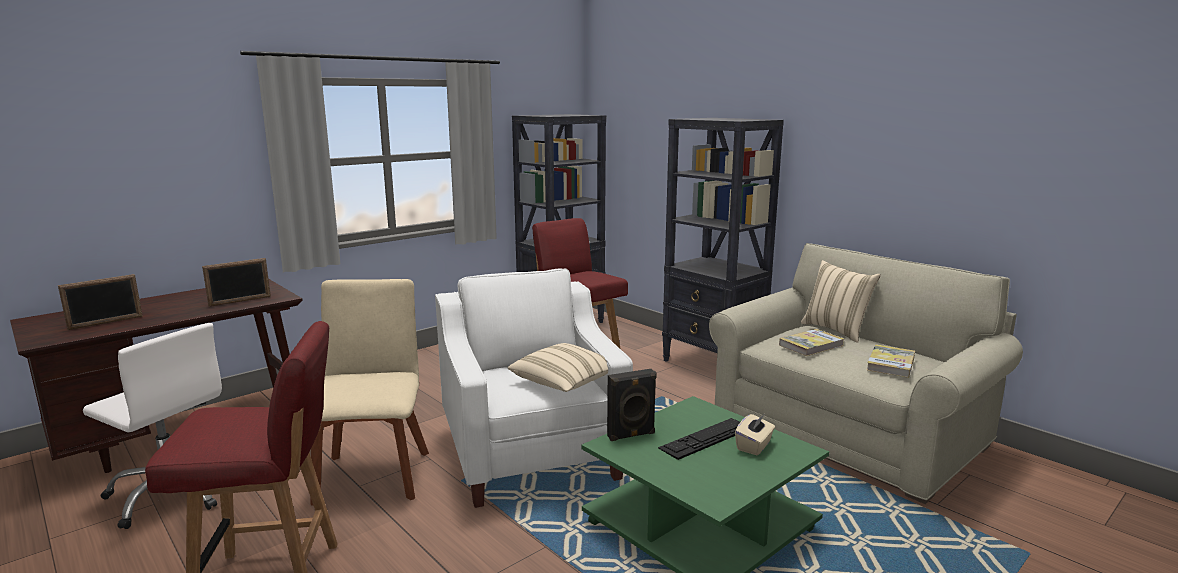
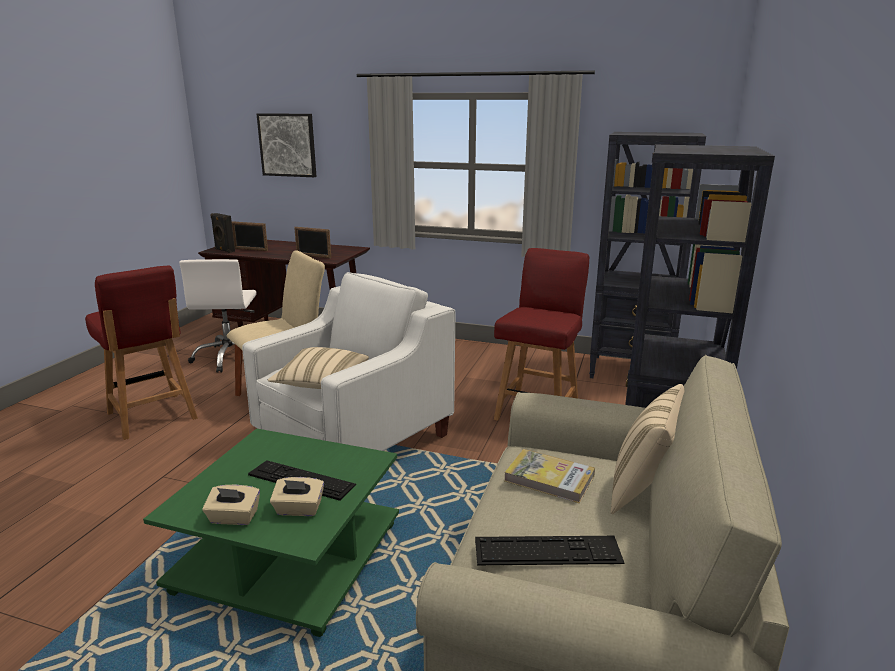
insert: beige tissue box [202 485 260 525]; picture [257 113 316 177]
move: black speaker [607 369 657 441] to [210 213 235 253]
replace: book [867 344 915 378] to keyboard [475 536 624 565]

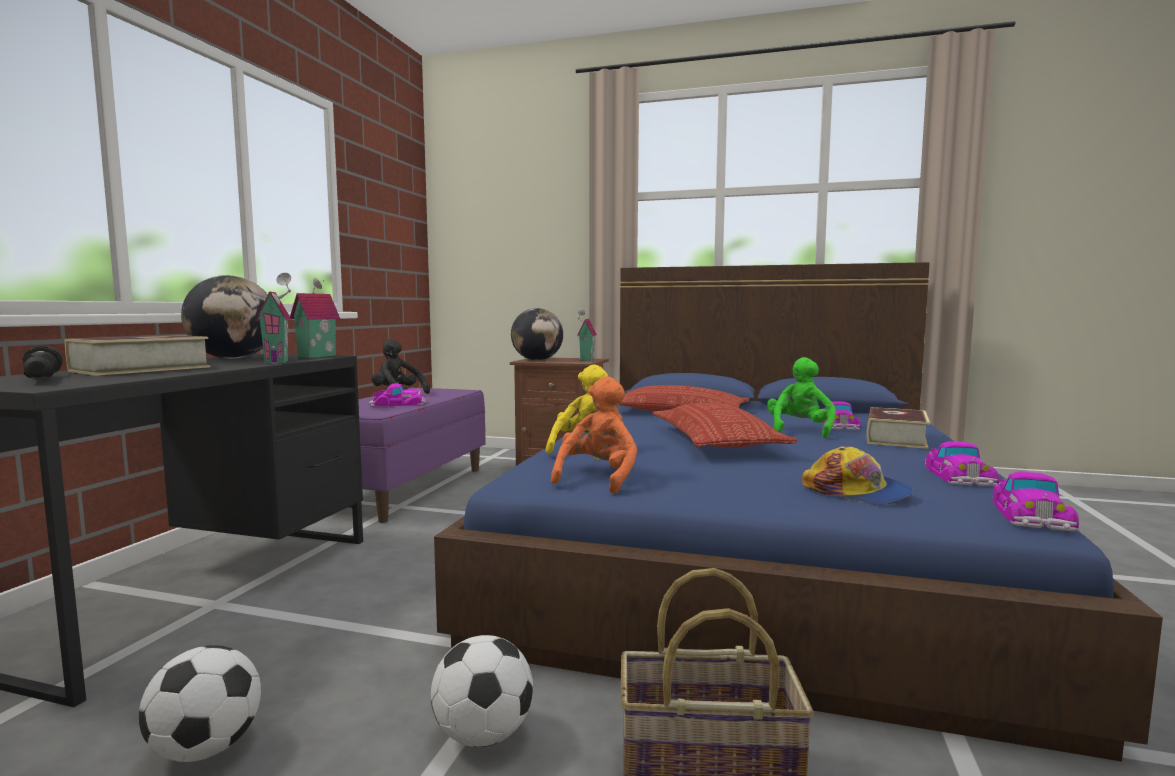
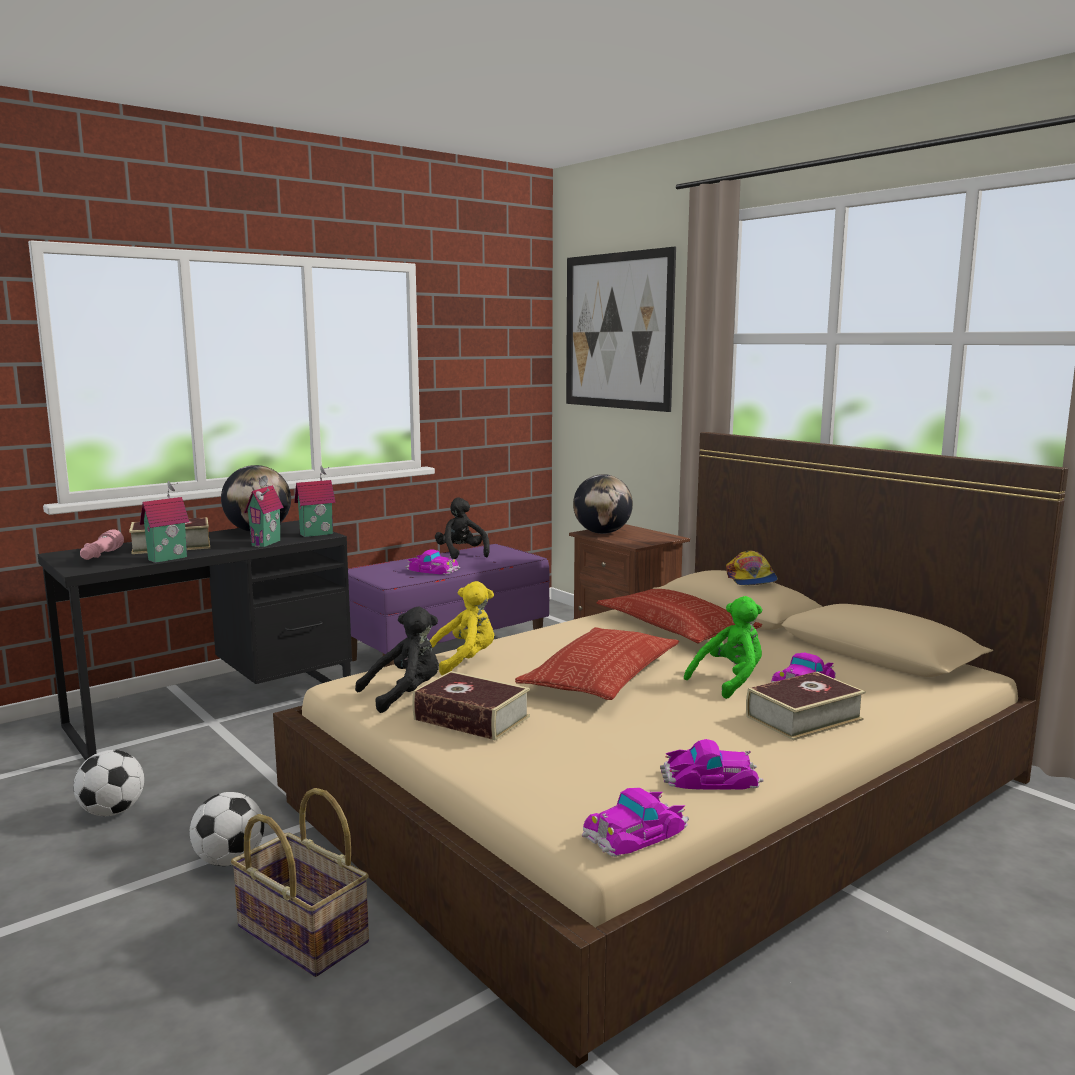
insert: book [413 671 530 740]; picture [566 247 676 412]
move: toy house [577 308 597 361] to [140 481 189 563]; cap [802 446 914 505] to [726 551 778 586]
recolor: black flashlight [22 346 63 378] to pink flashlight [80 529 124 560]; blue bed [434 262 1163 761] to beige bed [273 432 1068 1068]; orange plush toy [550 376 637 494] to black plush toy [355 607 439 713]
rotate: toy car [925 441 999 486] = [660 739 764 790] 135 degrees counterclockwise

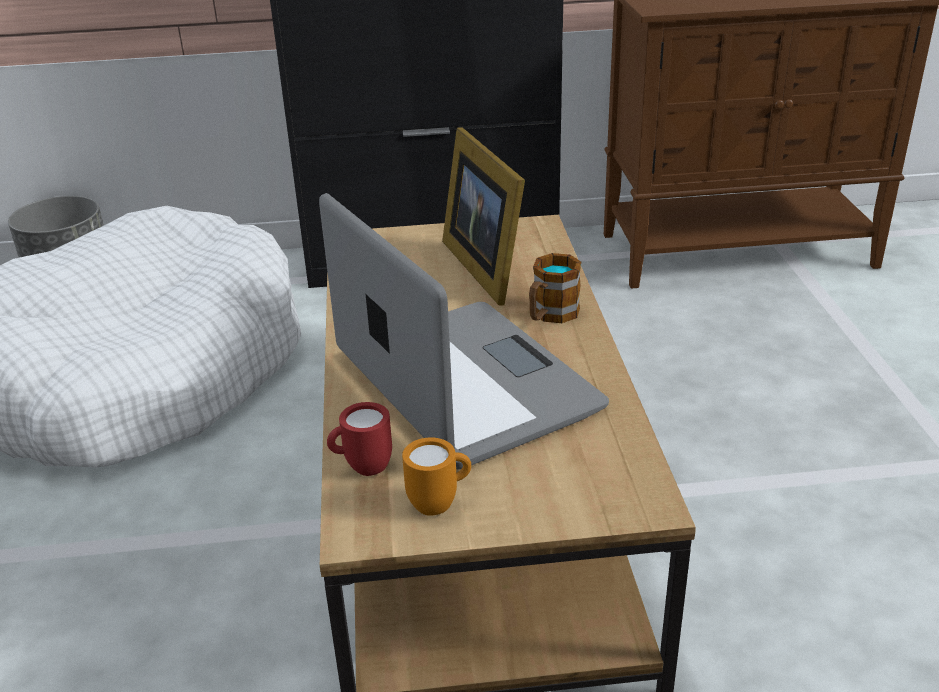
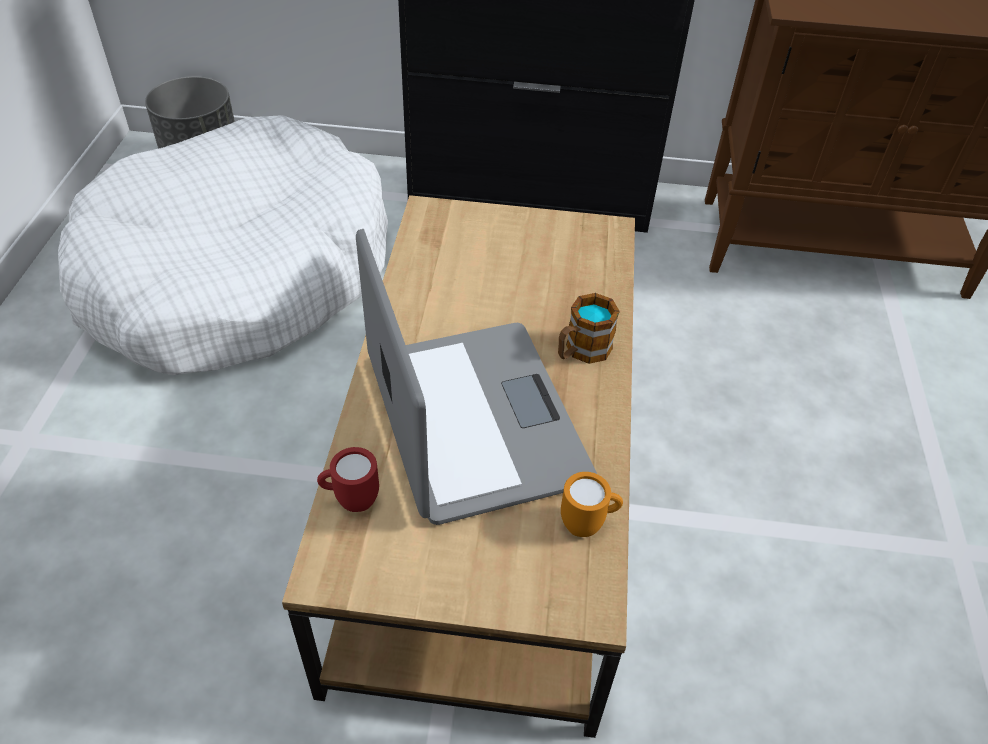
delete: picture frame [442 127 525 306]
move: orange mug [402 437 471 516] to [561 472 623 537]

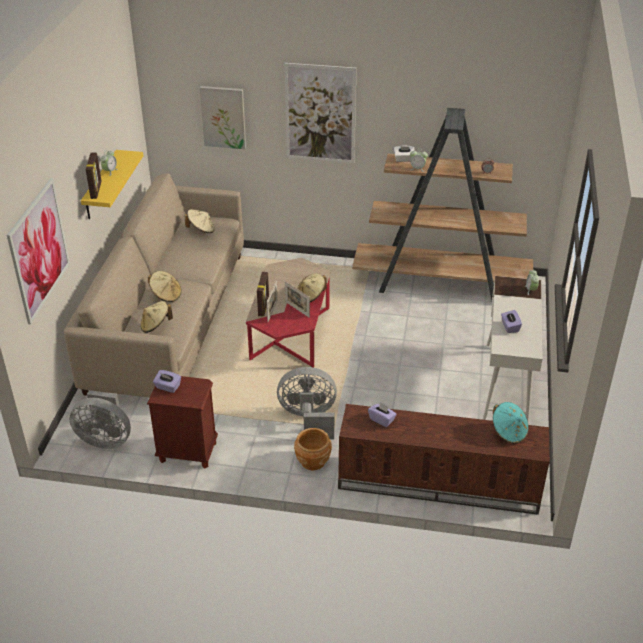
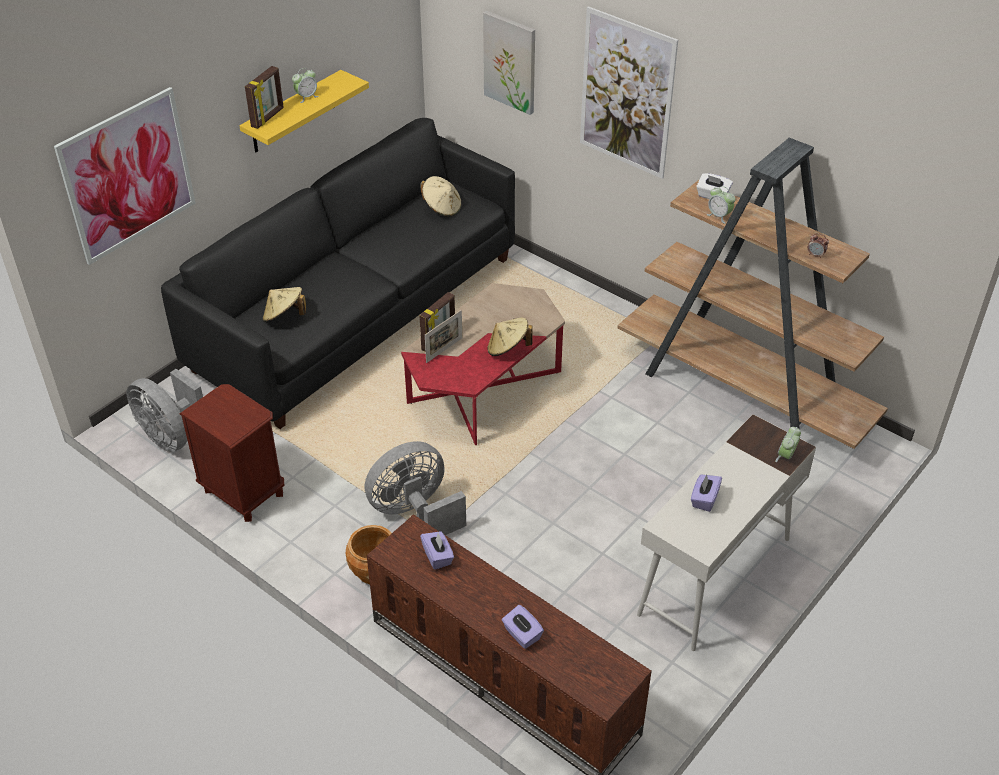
delete: beige hat [148 271 181 302]; picture frame [285 281 310 318]; turquoise hat [493 402 529 444]
move: purple tissue box [153 370 181 393] to [502 605 544 649]
recolor: beige sofa [64 174 244 398] to black sofa [161 118 515 429]
rotate: grey fan [277 367 337 440] = [365 441 466 535] 60 degrees counterclockwise

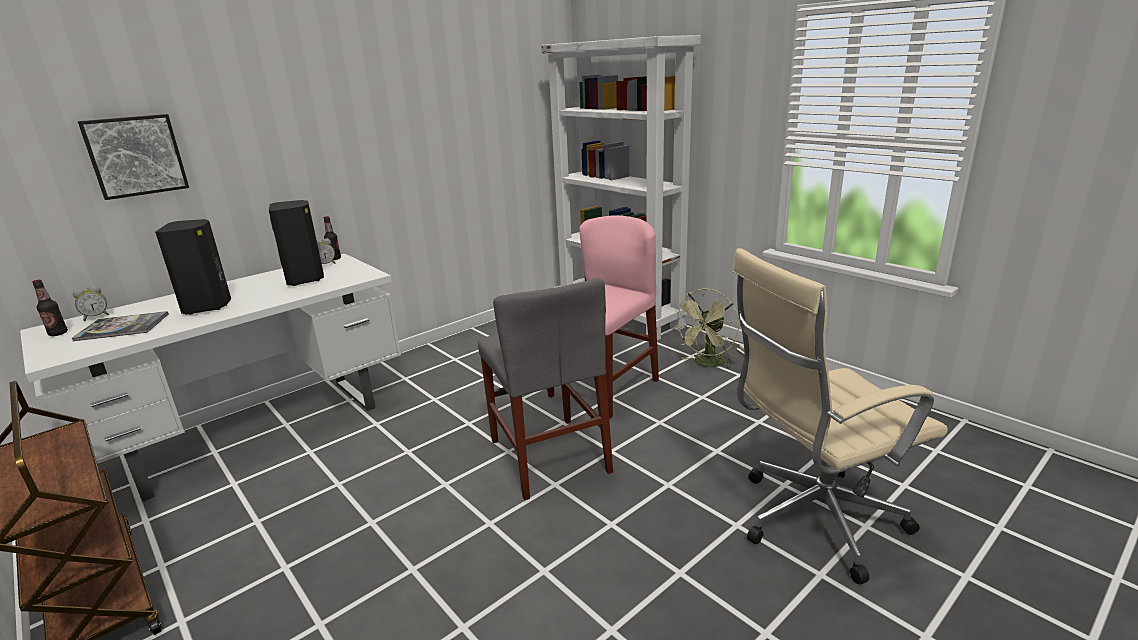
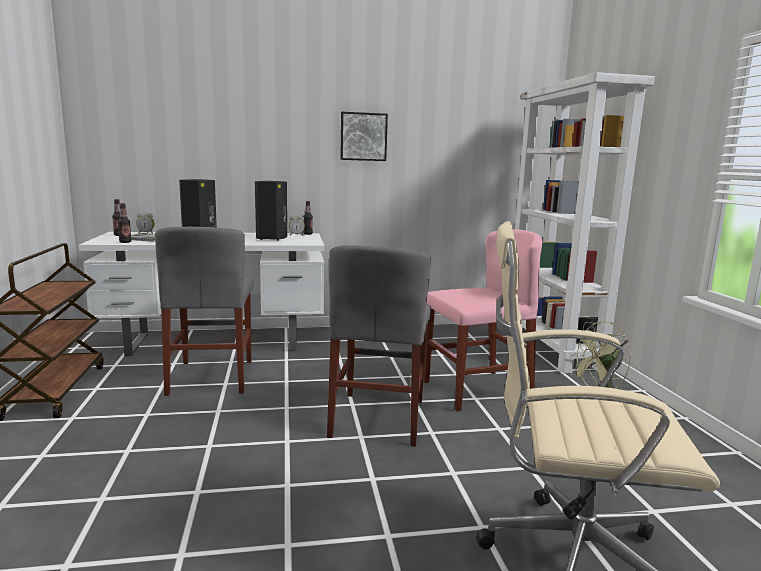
insert: bottle [118 203 132 243]; grey chair [155 227 253 396]
move: picture [78 114 189 200] to [340 112 388 161]

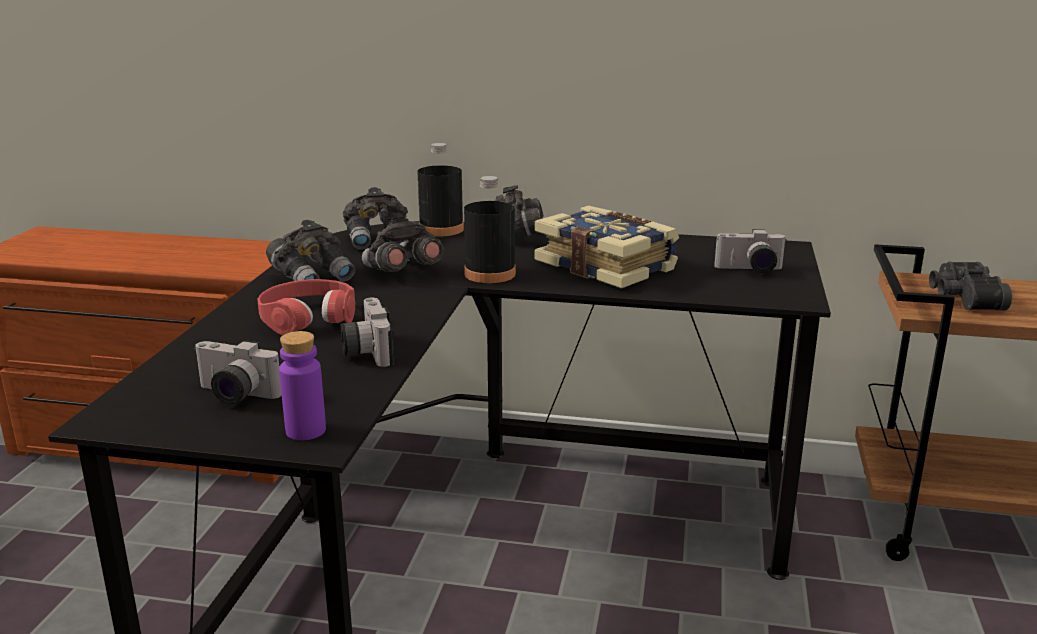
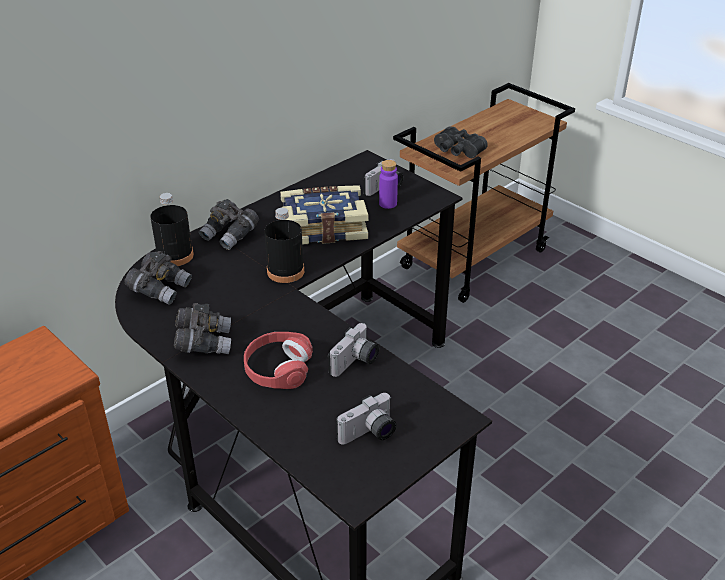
delete: grey binoculars [362 216 444 272]
move: purple bottle [279 331 326 440] to [379 160 398 209]
rotate: photo camera [340 298 395 367] = [327 323 379 377] 75 degrees counterclockwise

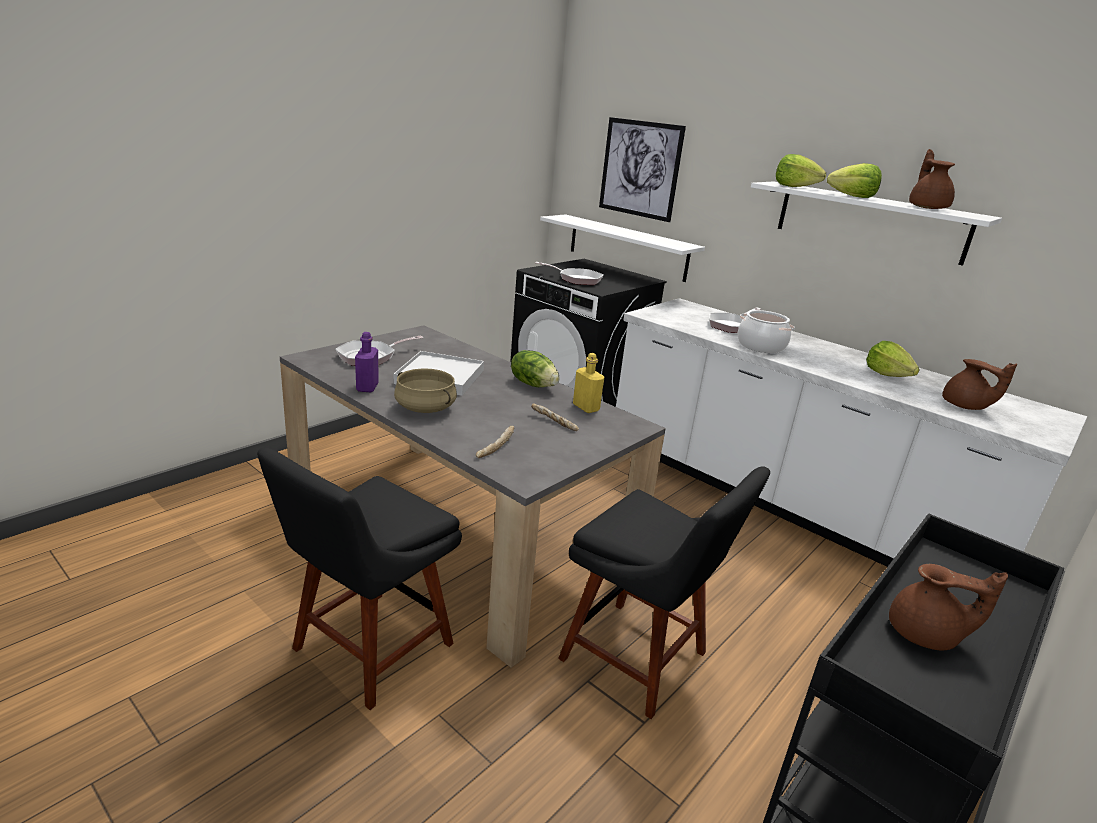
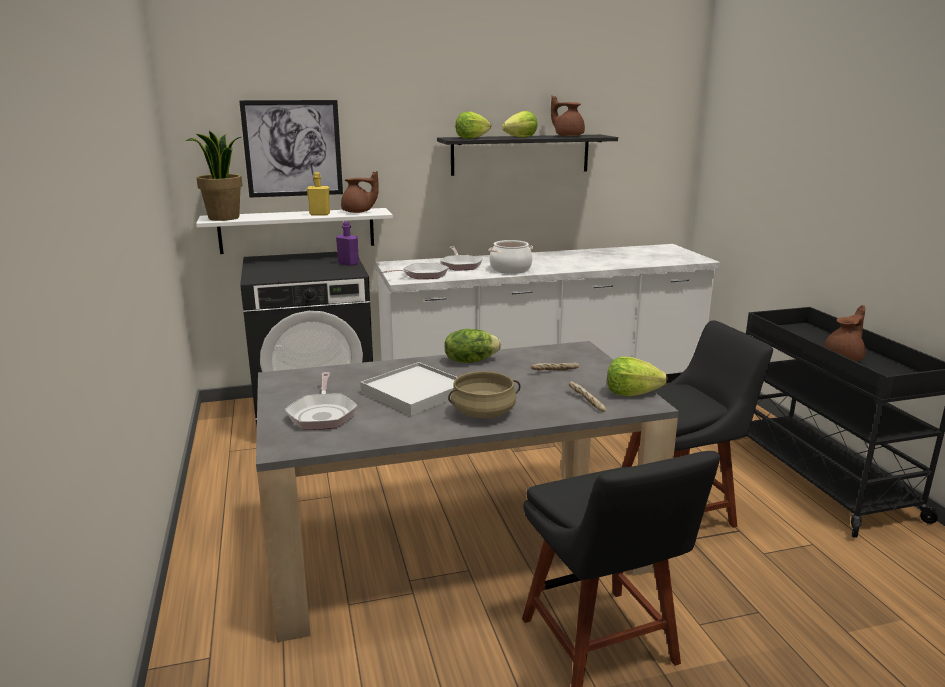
insert: potted plant [185 130 243 221]
move: purple bottle [355 332 379 392] to [336 221 359 266]; frying pan [535 262 604 285] to [380 263 449 279]; yellow bottle [573 353 604 413] to [307 172 330 215]; lettuce [866 341 920 377] to [607 357 668 396]; brown teapot [942 359 1017 410] to [341 171 379 213]
recolor: white shelf [751 181 1002 266] to black shelf [437 135 618 176]

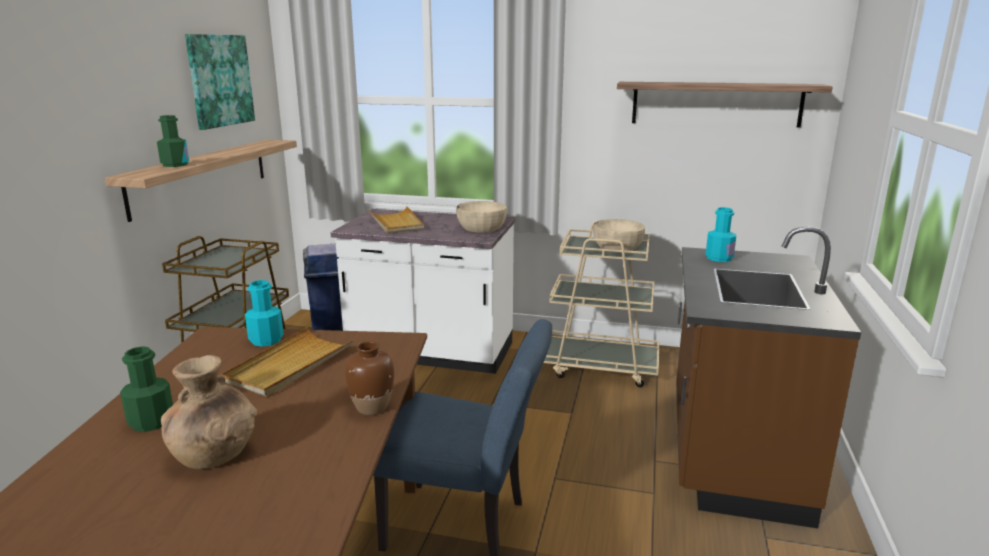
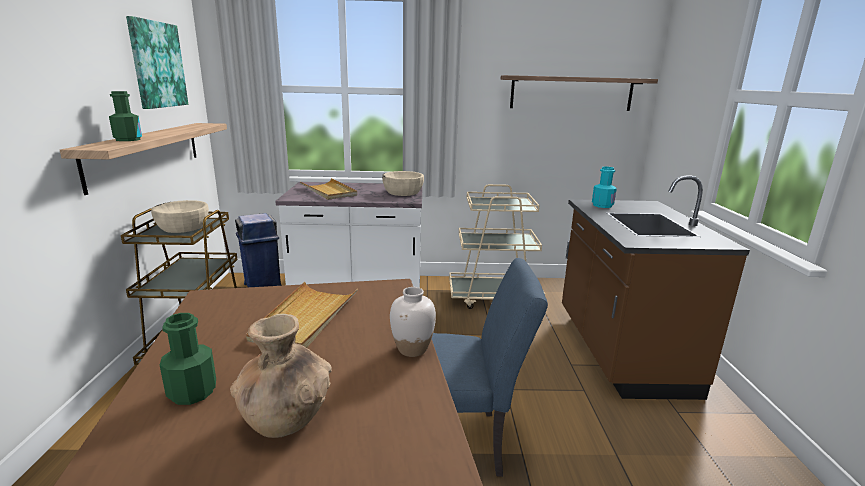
delete: turquoise bottle [245 280 284 347]
move: beige bowl [593 219 645 251] to [151 200 209 233]
recolor: brown vase [345 341 394 415] to white vase [390 287 436 357]

